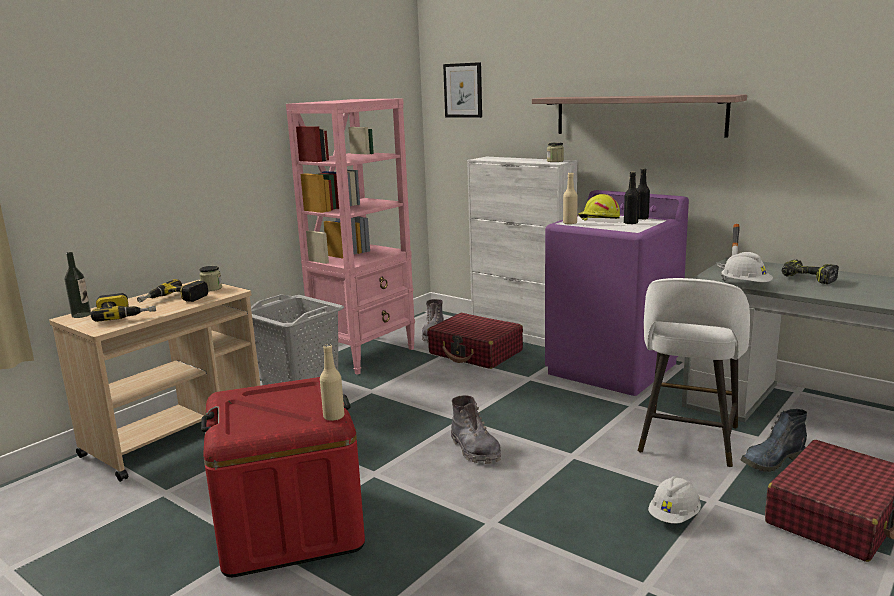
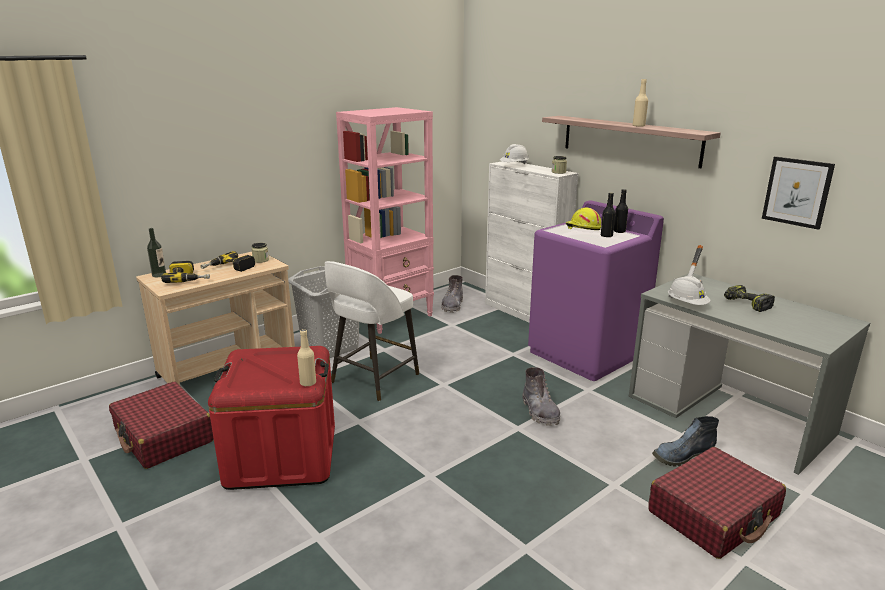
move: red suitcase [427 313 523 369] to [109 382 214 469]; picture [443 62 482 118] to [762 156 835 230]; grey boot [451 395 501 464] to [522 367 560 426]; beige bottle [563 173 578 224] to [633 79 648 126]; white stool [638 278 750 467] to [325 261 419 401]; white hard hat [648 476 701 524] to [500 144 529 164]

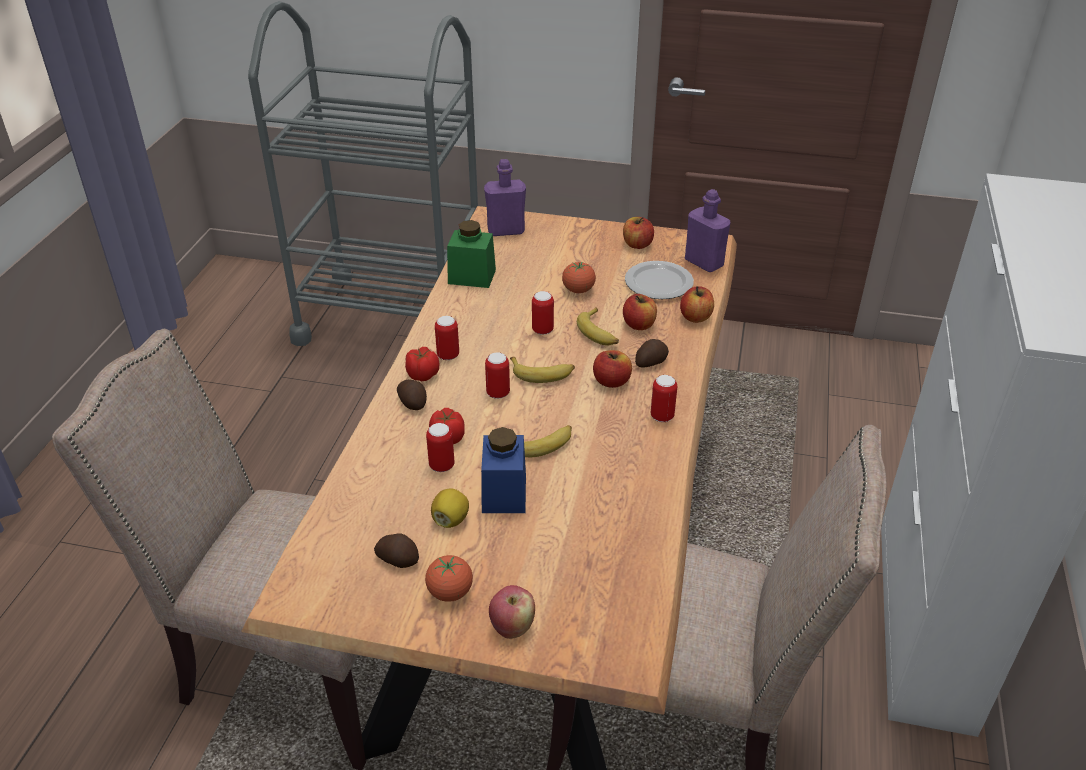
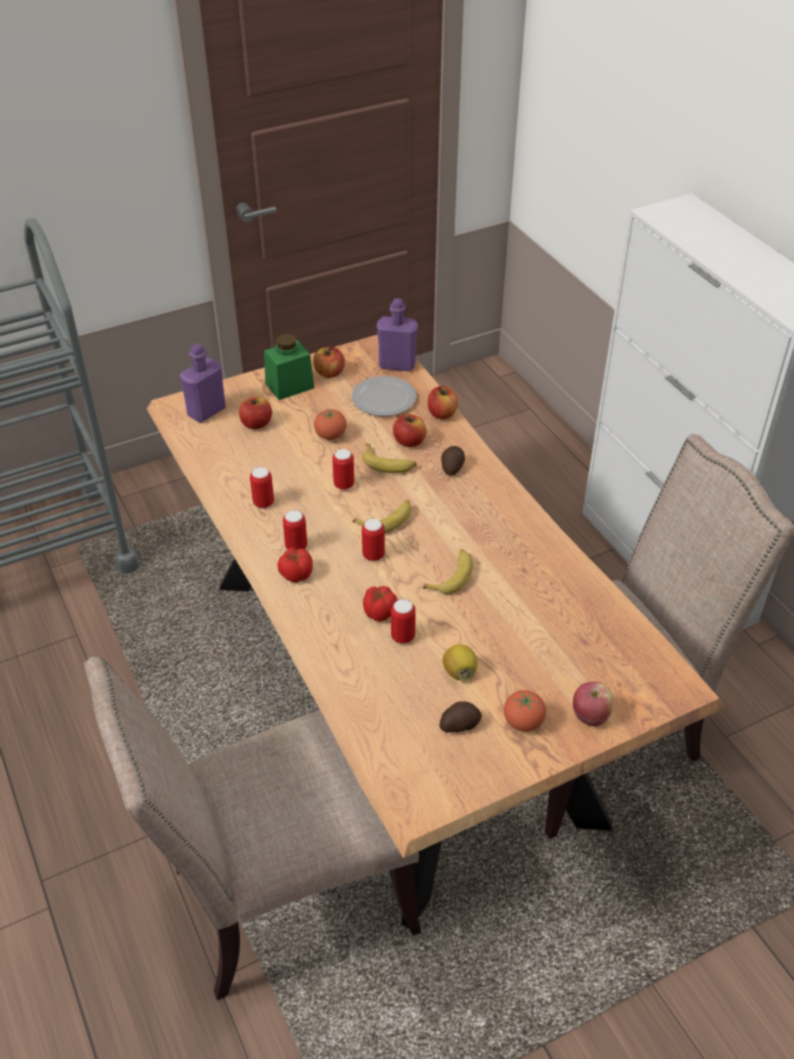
delete: potato [397 380 427 410]; blue jar [481 427 526 513]
move: green jar [447 220 496 288] to [264 334 314 400]; apple [593 350 632 388] to [239 397 272 429]; can [651 375 677 422] to [250 467 274 509]

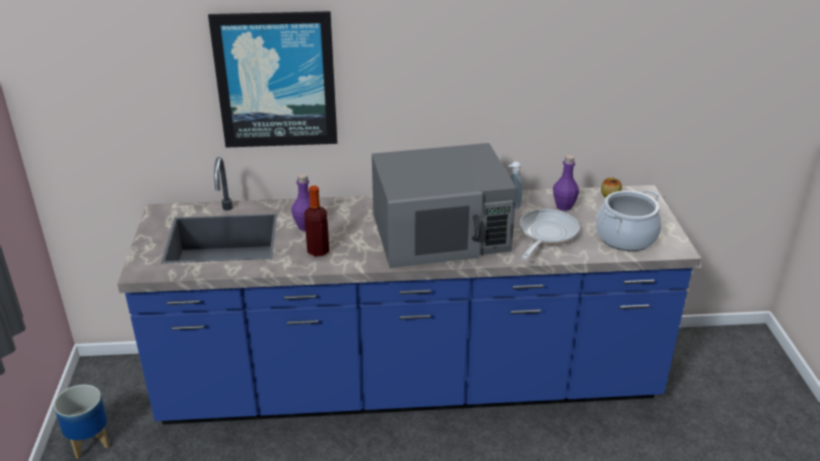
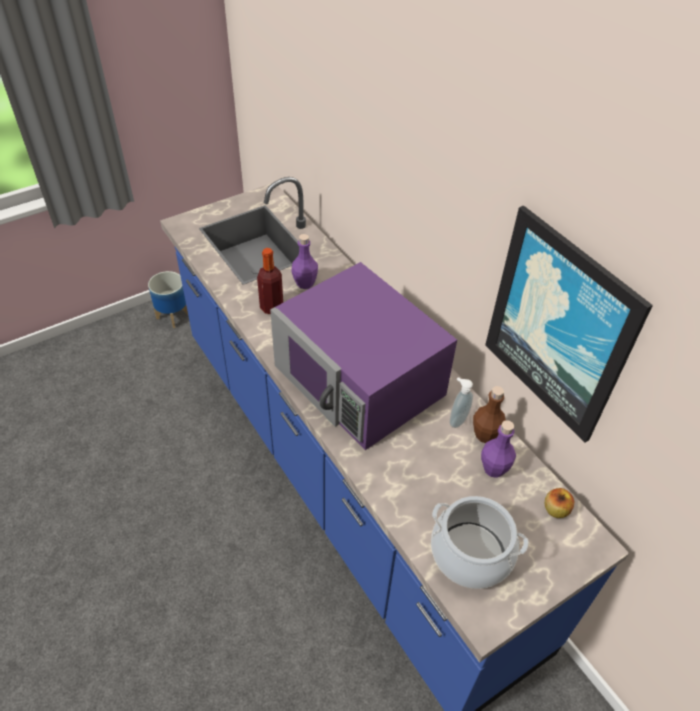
delete: frying pan [520 209 579 260]
insert: brown bottle [473 386 506 443]
move: picture [208 11 337 148] to [485 206 653 443]
recolor: grey microwave [372 143 517 268] to purple microwave [270 262 457 450]

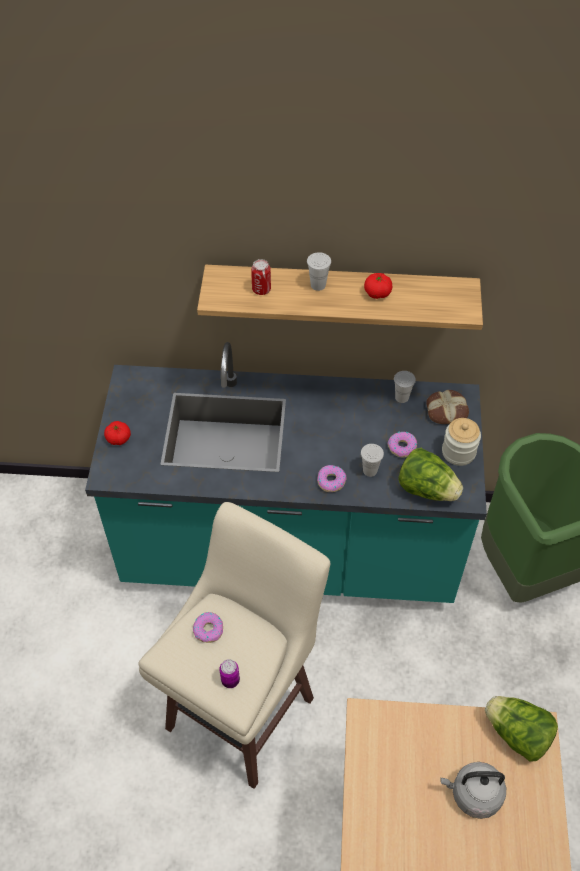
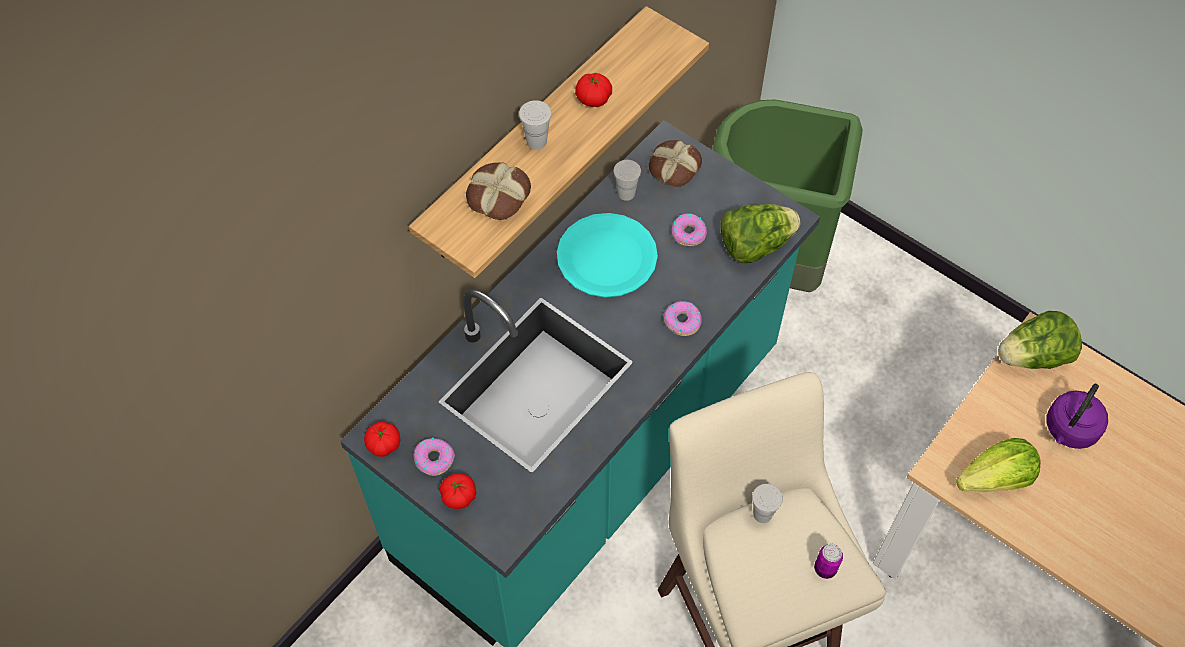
delete: jar [442 418 481 466]
insert: tomato [364 421 401 457]; turquoise plate [557 213 658 297]; lettuce [956 438 1041 492]
move: donut [193 612 223 643] to [414 438 455 476]; white cup [361 444 384 477] to [752 484 783 523]
replace: can [251 259 271 295] to bread [466 162 531 220]
recolor: grey kettle [440 762 506 819] to purple kettle [1046 384 1108 449]

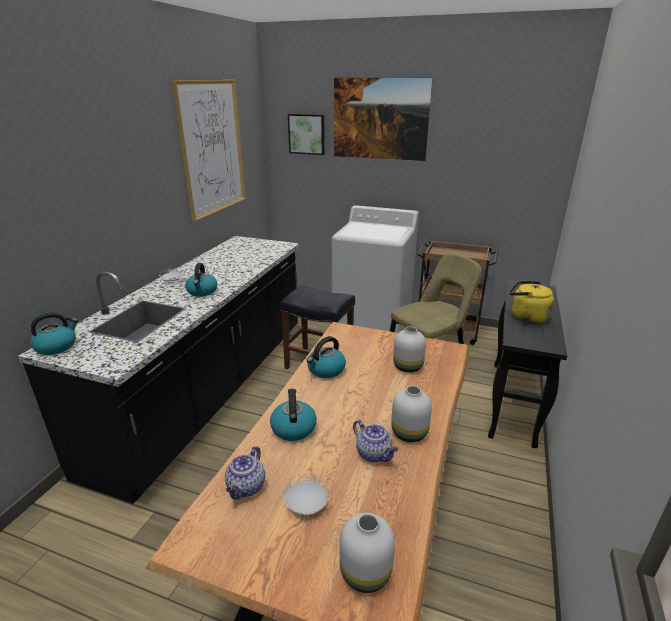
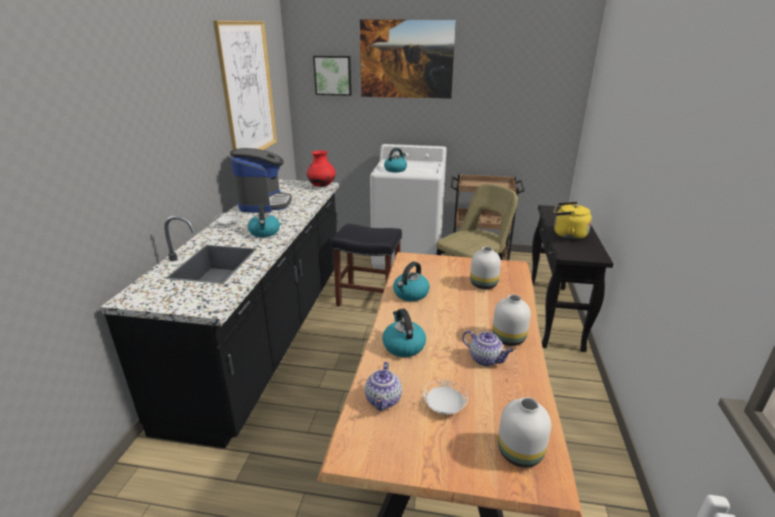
insert: coffee machine [230 148 292 213]; red vase [307 150 336 187]
move: kettle [30 312 78 355] to [384 148 407 172]

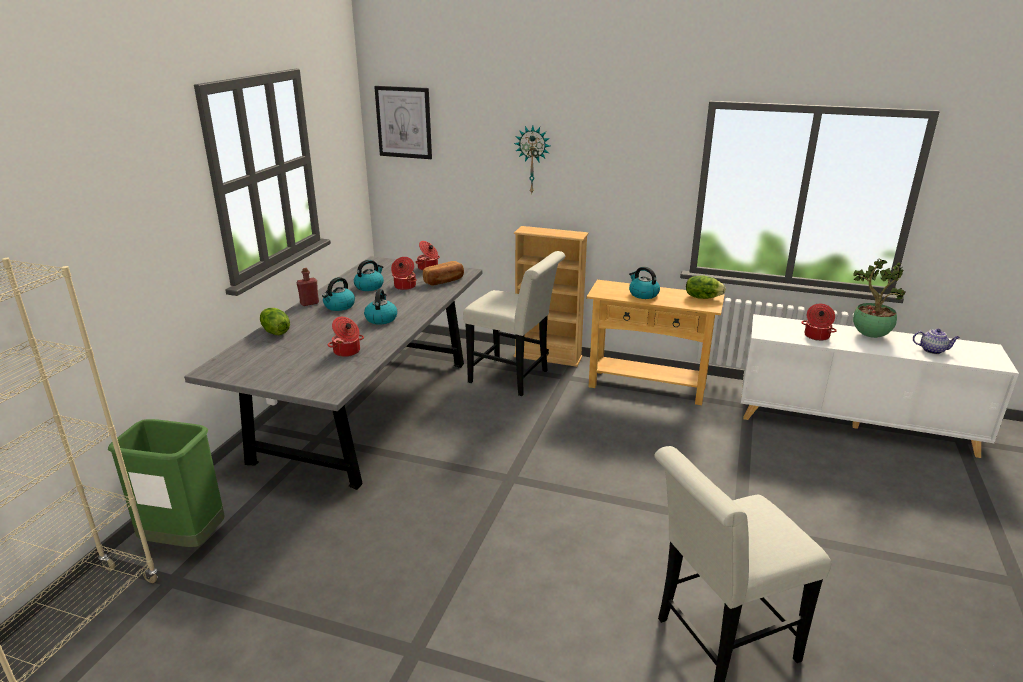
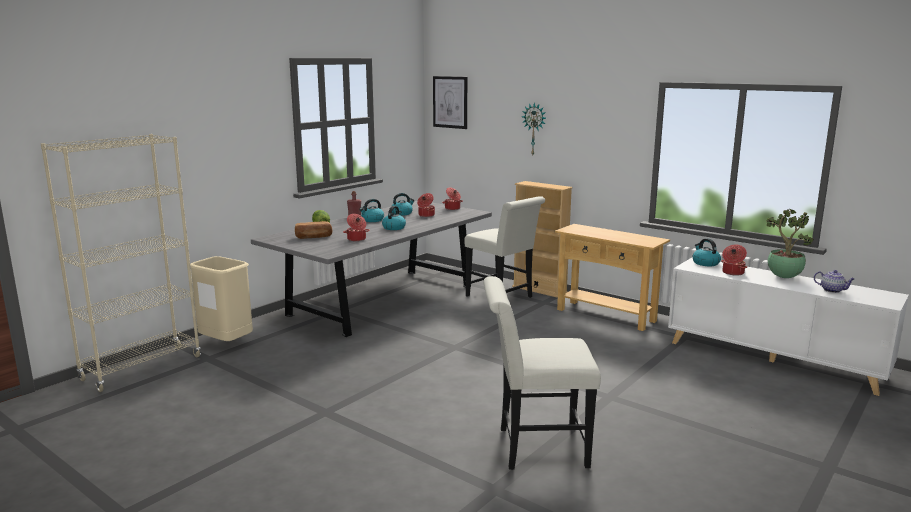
delete: lettuce [686 276 726 299]
move: bread [423 261 464 286] to [295 221 332 239]; kettle [629 267 660 299] to [693 238 721 266]
recolor: green trash can [108 419 225 547] to beige trash can [190 256 253 341]

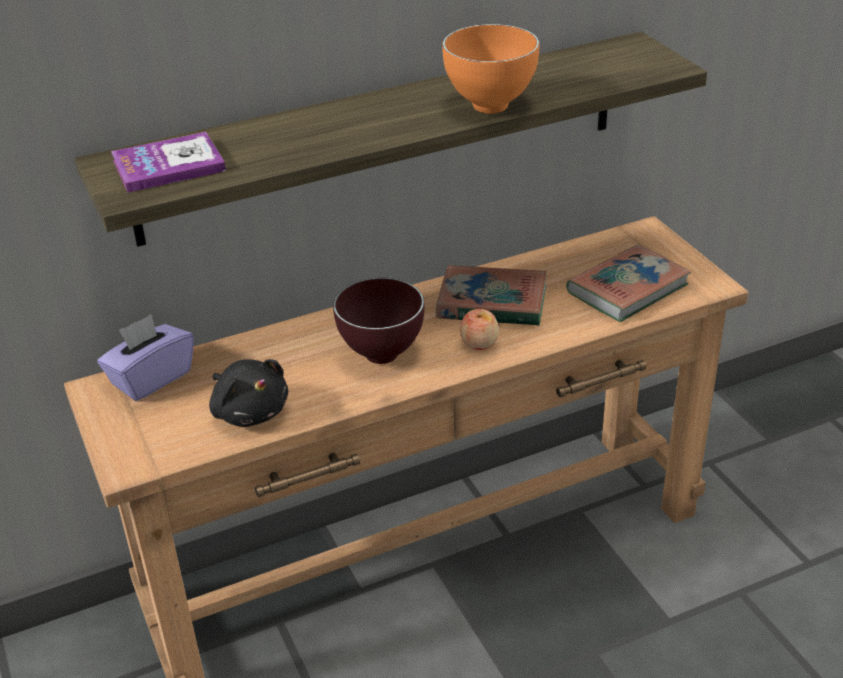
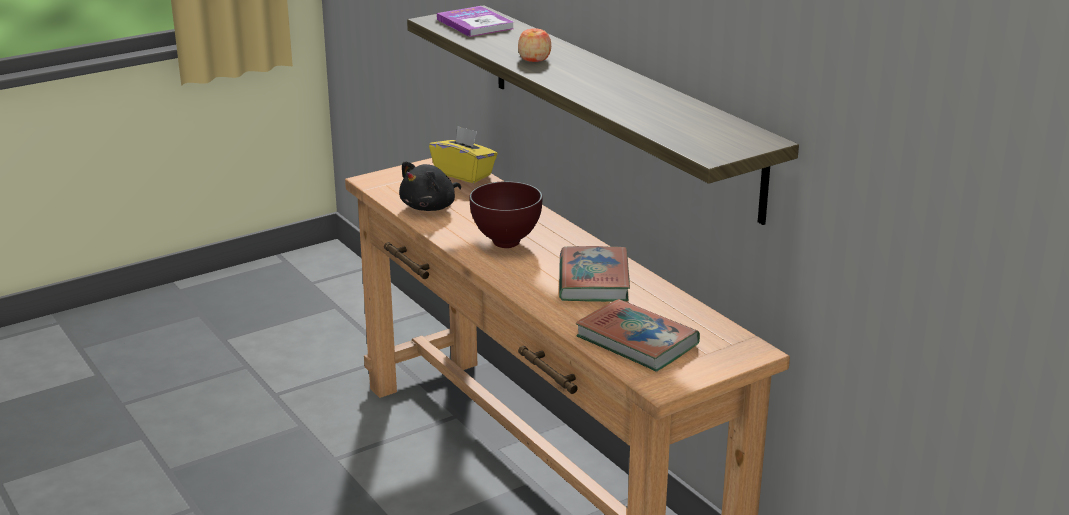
delete: orange bowl [442 24 540 114]
move: apple [460 309 499 350] to [518 28 551 62]
recolor: purple tissue box [97 315 194 401] to yellow tissue box [429 126 497 183]

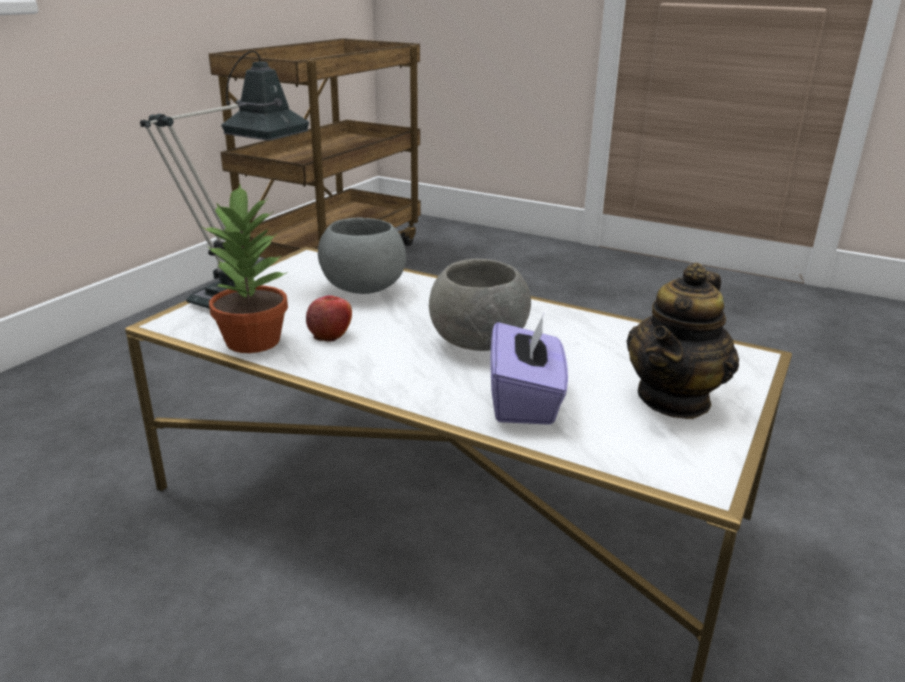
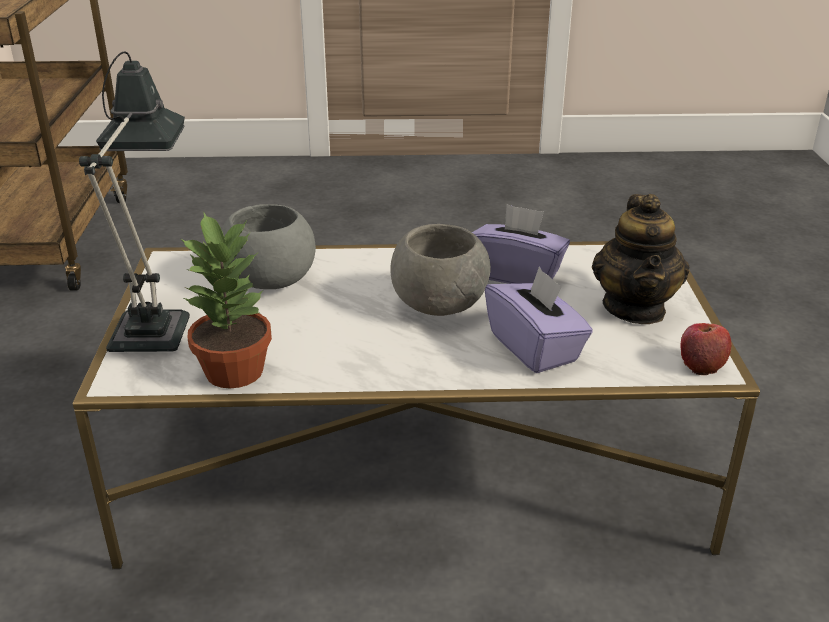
insert: purple tissue box [472 204 570 284]
move: apple [306 296 352 342] to [680 323 731 375]

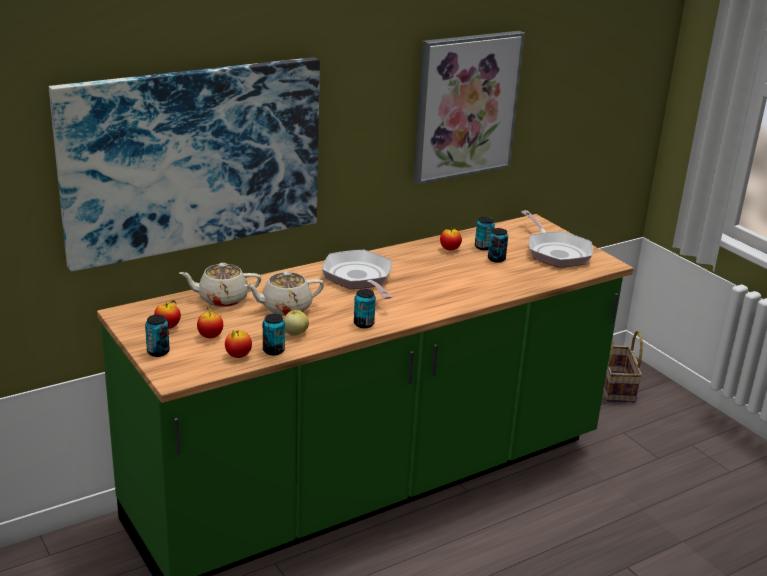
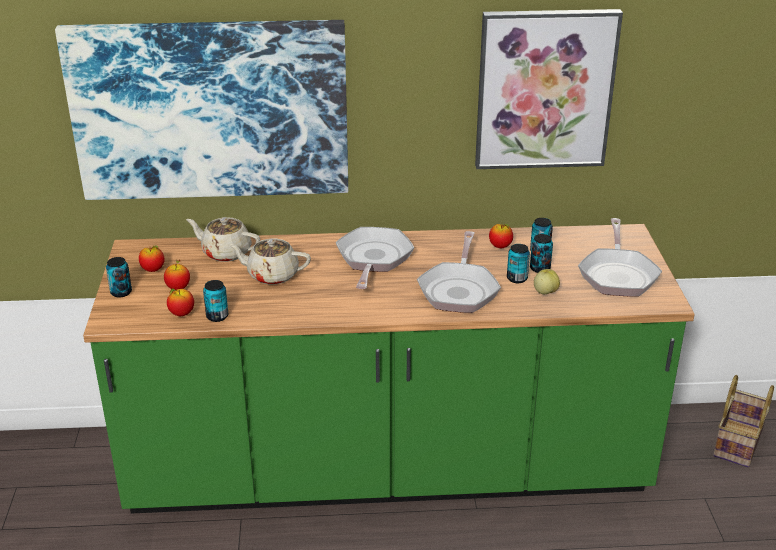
insert: frying pan [417 231 501 313]
move: apple [284 310 309 336] to [534 269 560 294]; can [354 289 376 328] to [507 244 530 283]

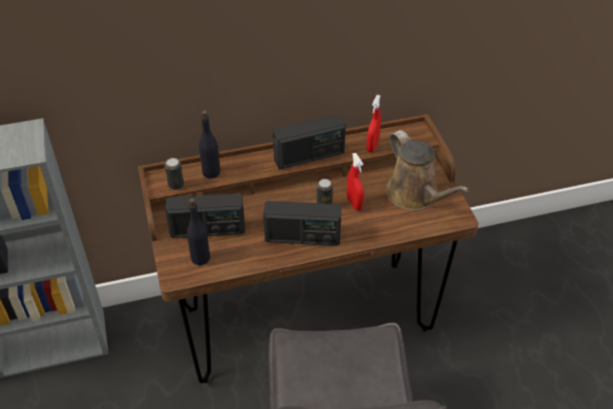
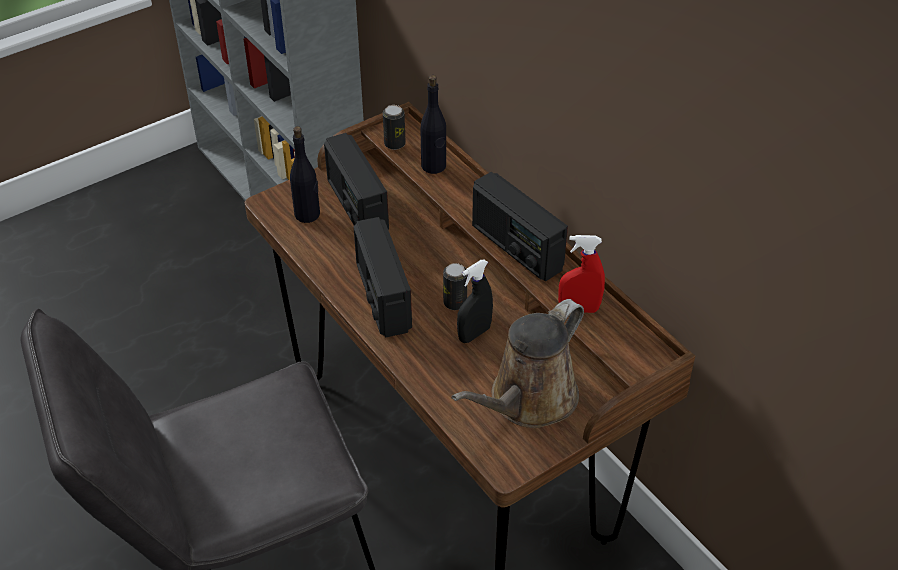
recolor: red spray bottle [347 153 364 211] to black spray bottle [457 260 493 343]

